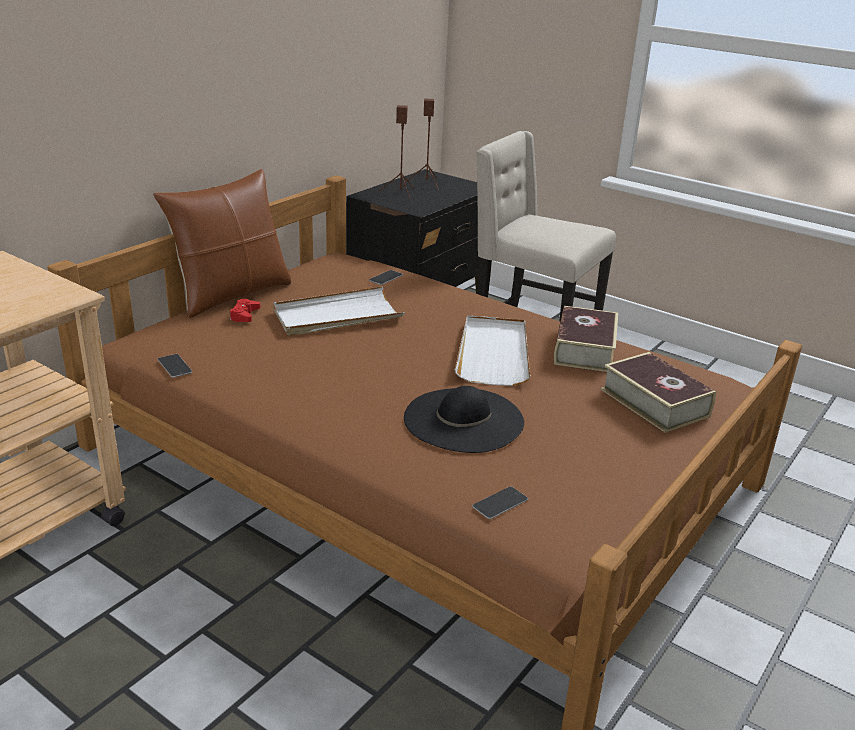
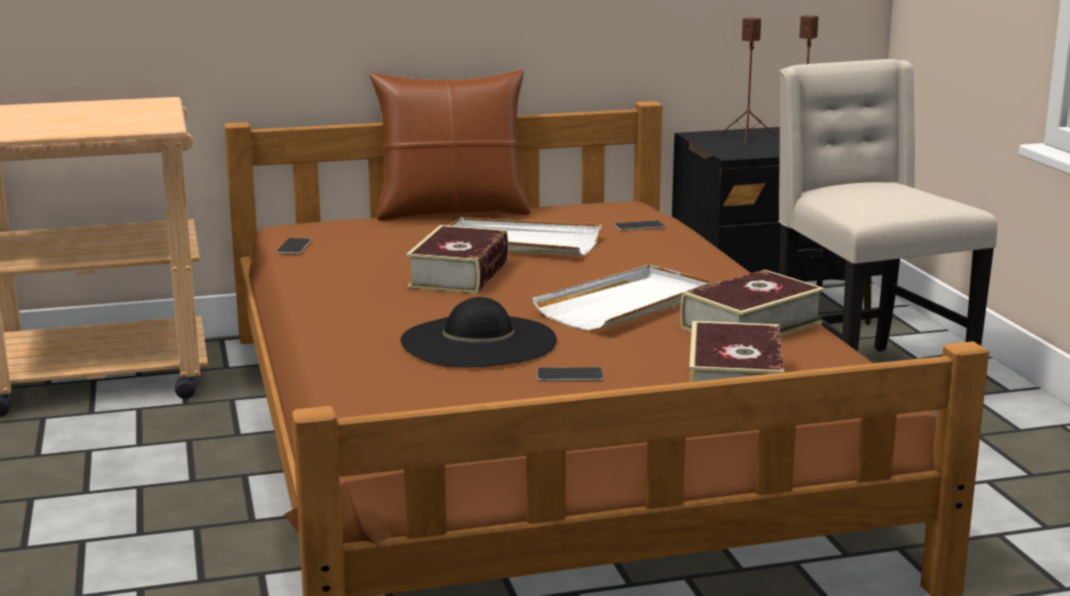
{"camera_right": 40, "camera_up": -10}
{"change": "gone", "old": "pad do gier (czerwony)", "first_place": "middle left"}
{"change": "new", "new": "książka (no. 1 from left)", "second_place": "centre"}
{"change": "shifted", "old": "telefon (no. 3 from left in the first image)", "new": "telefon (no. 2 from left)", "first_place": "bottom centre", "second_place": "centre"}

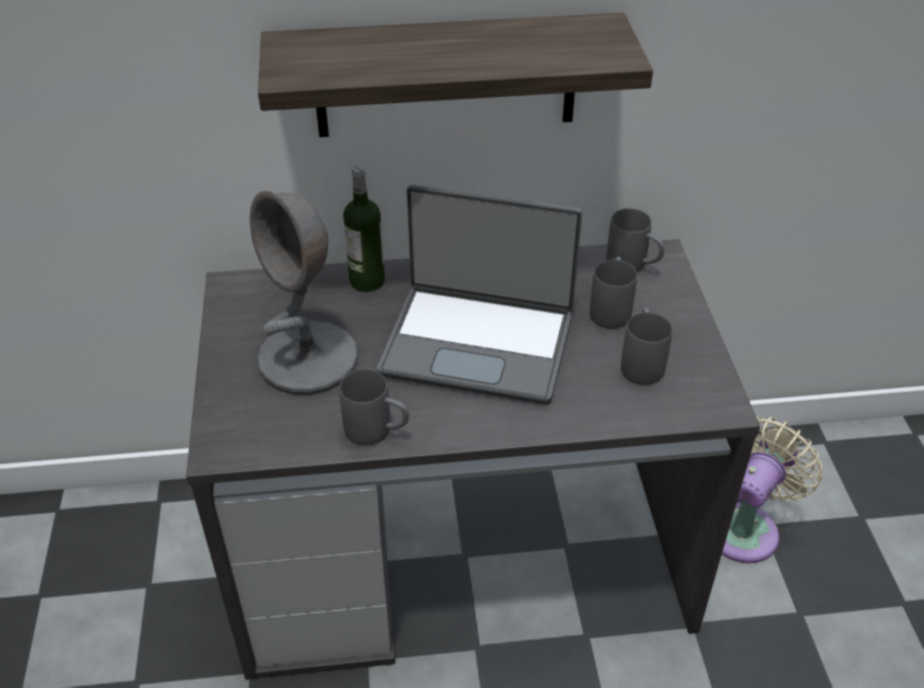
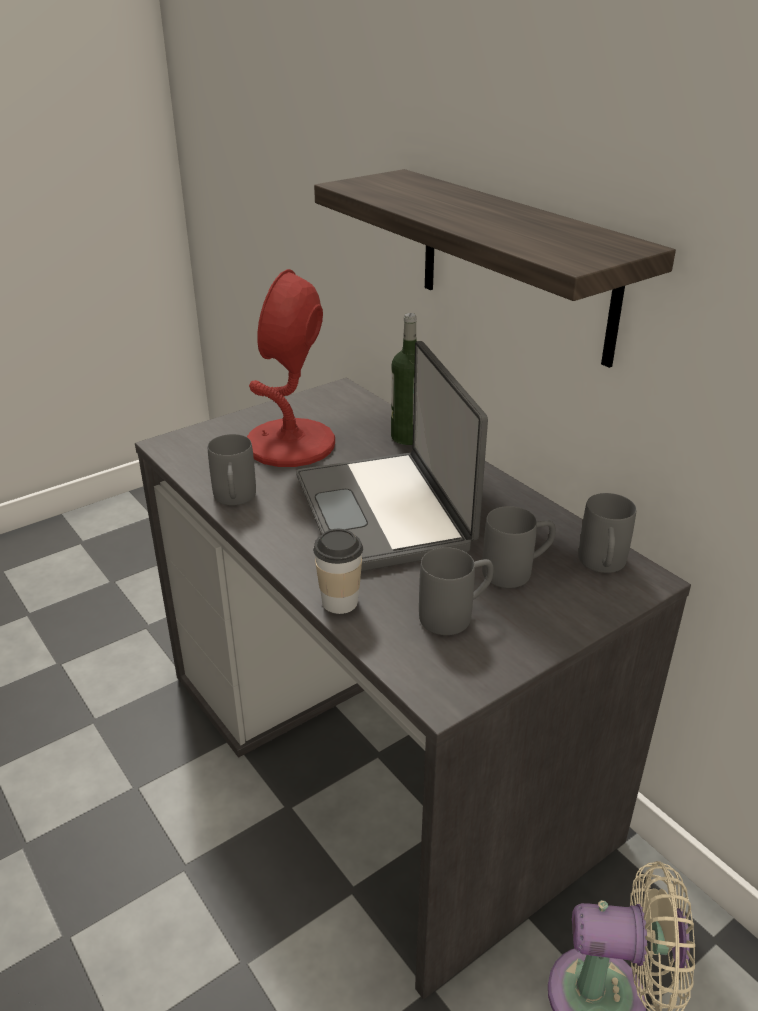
{"camera_right": 60, "camera_up": -10}
{"change": "new", "new": "filiżanka", "second_place": "centre"}
{"change": "repainted", "old": "lampa stołowa (szary)", "new": "lampa stołowa (czerwony)", "first_place": "middle left", "second_place": "centre"}

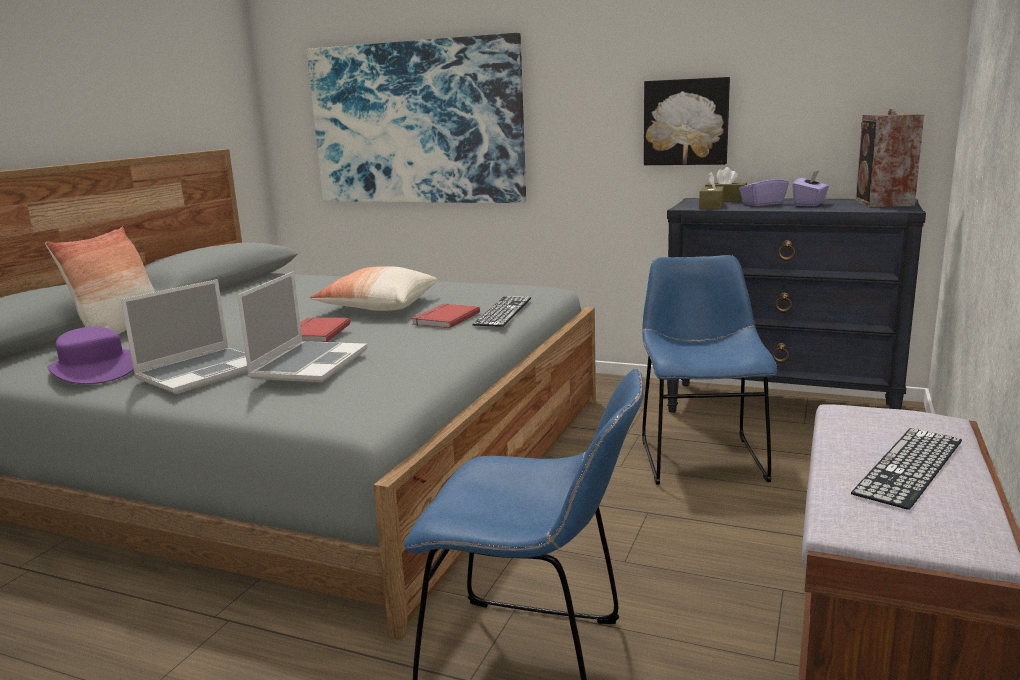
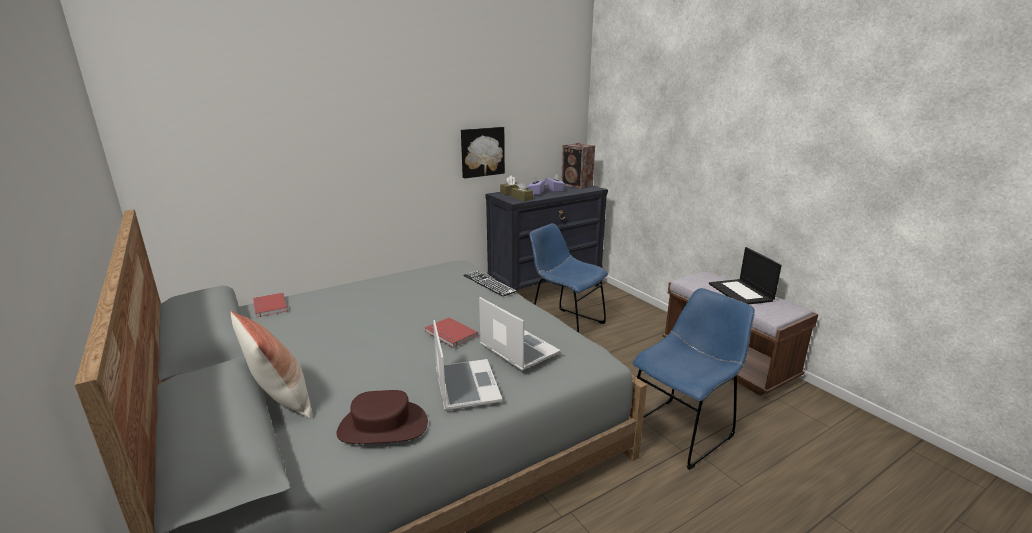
{"camera_right": -55, "camera_up": 5}
{"change": "gone", "old": "obraz (no. 1 from left)", "first_place": "top centre"}
{"change": "gone", "old": "poduszka (no. 2 from left)", "first_place": "centre"}
{"change": "shifted", "old": "książka (czerwony) (no. 2 from left in the first image)", "new": "książka (czerwony) (no. 1 from left)", "first_place": "centre", "second_place": "middle left"}
{"change": "swapped", "old": "klawiatura (no. 2 from left)", "new": "laptop (no. 3 from left)", "first_place": "bottom right", "second_place": "middle right"}
{"change": "repainted", "old": "kapelusz (fioletowy)", "new": "kapelusz (brązowy)", "first_place": "middle left", "second_place": "bottom centre"}

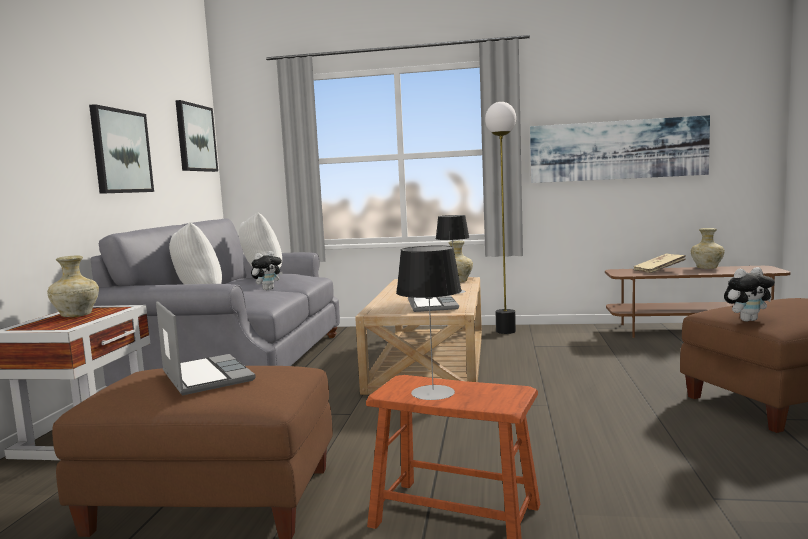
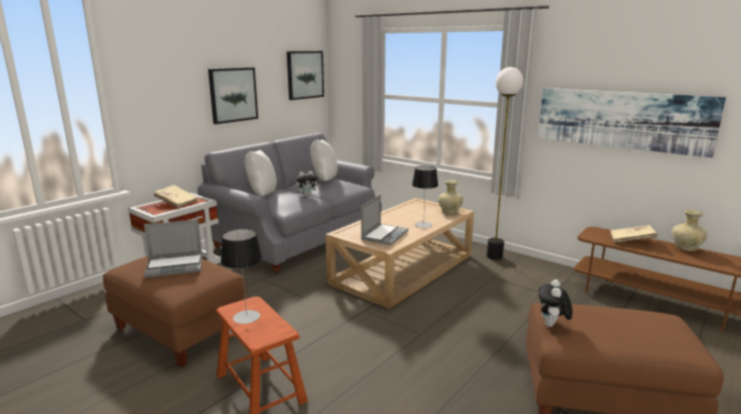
{"camera_right": 30, "camera_up": 10}
{"change": "swapped", "old": "wazon (beżowy) (no. 1 from left)", "new": "książka (beżowy) (no. 1 from left)", "first_place": "middle left", "second_place": "middle left"}
{"change": "rotated", "old": "laptop (no. 1 from left)", "first_place": "middle left", "second_place": "middle left", "degrees": 75}
{"change": "rotated", "old": "pluszak (no. 2 from left)", "first_place": "middle right", "second_place": "bottom right", "degrees": 90}

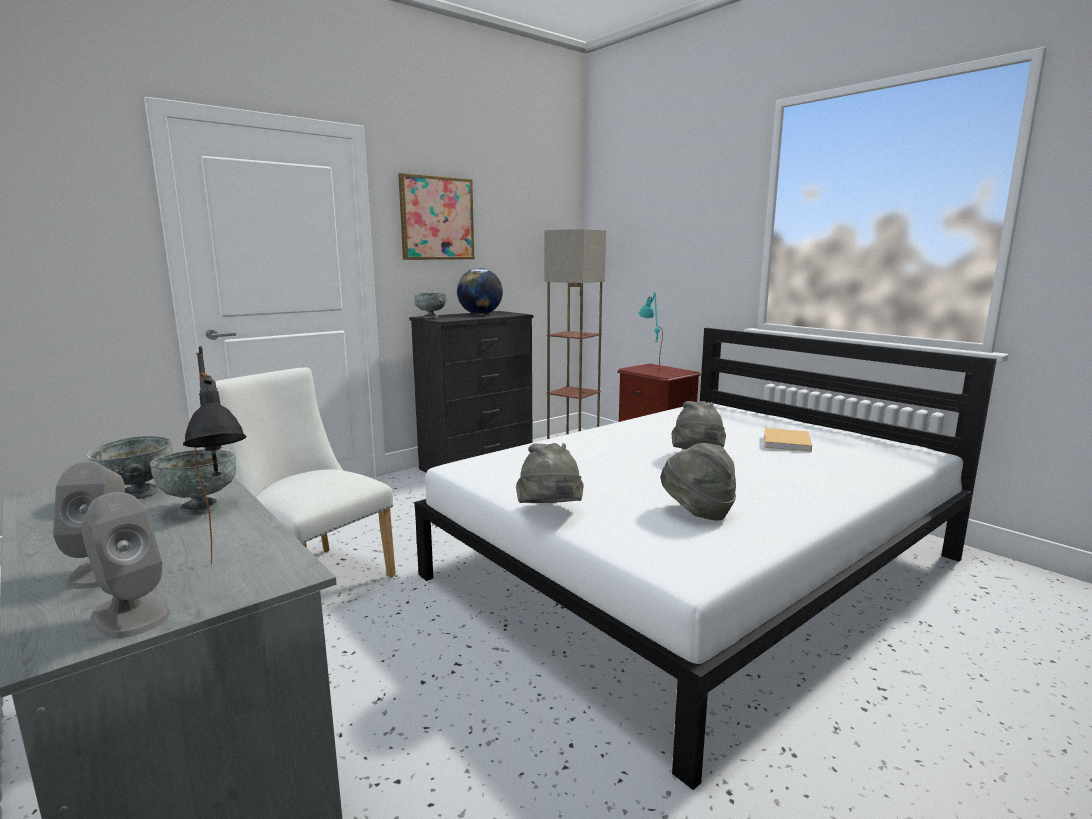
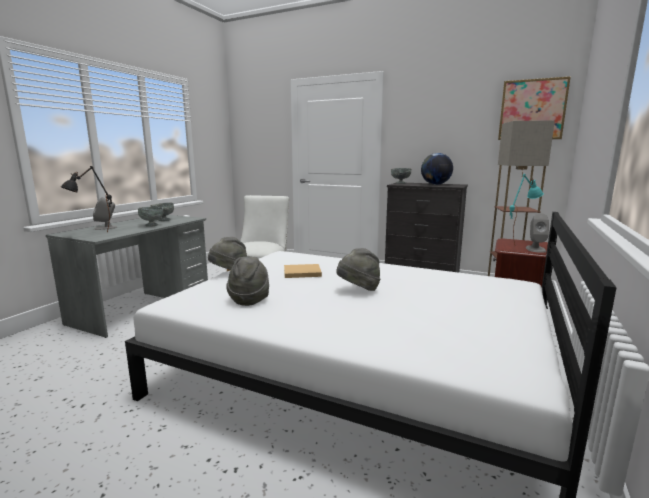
{"camera_right": 65, "camera_up": 0}
{"change": "shifted", "old": "głośnik (szary) (no. 2 from left)", "first_place": "bottom left", "second_place": "middle right"}
{"change": "shifted", "old": "obraz", "first_place": "top centre", "second_place": "top right"}
{"change": "shifted", "old": "książka (beżowy)", "first_place": "middle right", "second_place": "centre"}

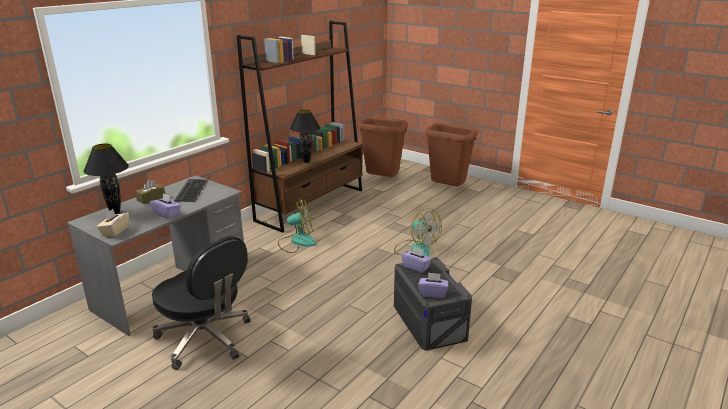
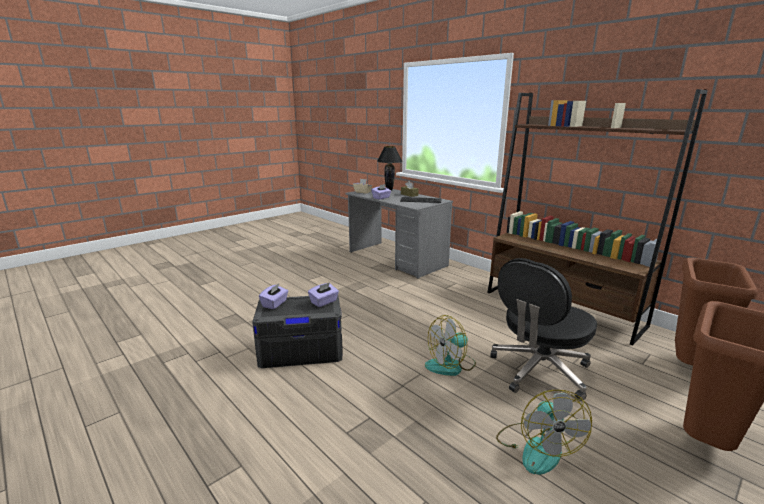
{"camera_right": 100, "camera_up": -5}
{"change": "gone", "old": "lampa stołowa (czarny) (no. 2 from left)", "first_place": "top centre"}
{"change": "shifted", "old": "krzesło biurowe (czarny)", "first_place": "bottom left", "second_place": "middle right"}
{"change": "shifted", "old": "wentylator (no. 1 from left in the first image)", "new": "wentylator (no. 2 from left)", "first_place": "centre", "second_place": "bottom right"}

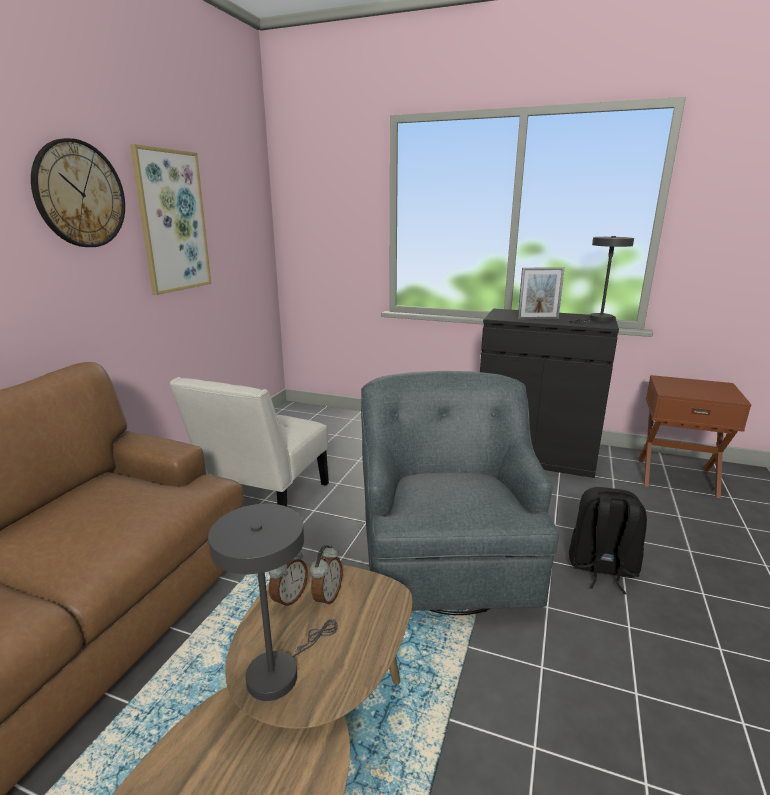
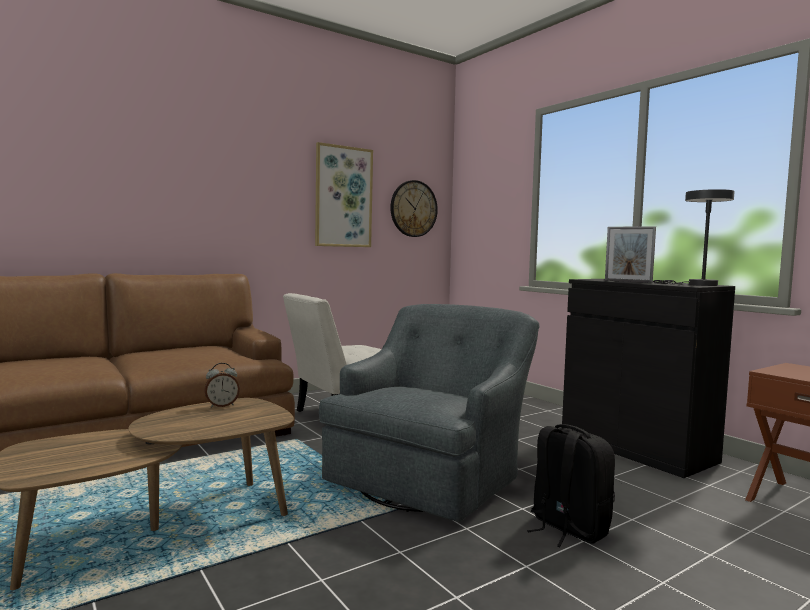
{"camera_right": 35, "camera_up": -15}
{"change": "gone", "old": "lampa stołowa (szary) (no. 1 from left)", "first_place": "bottom centre"}
{"change": "gone", "old": "budzik (no. 2 from left)", "first_place": "bottom centre"}
{"change": "shifted", "old": "zegar ścienny", "first_place": "top left", "second_place": "centre"}

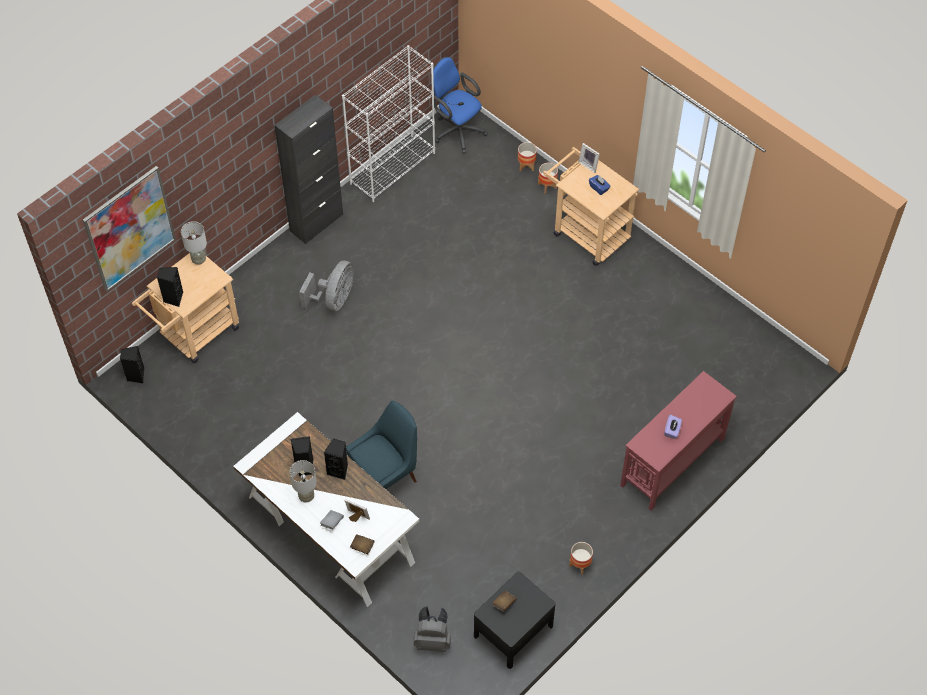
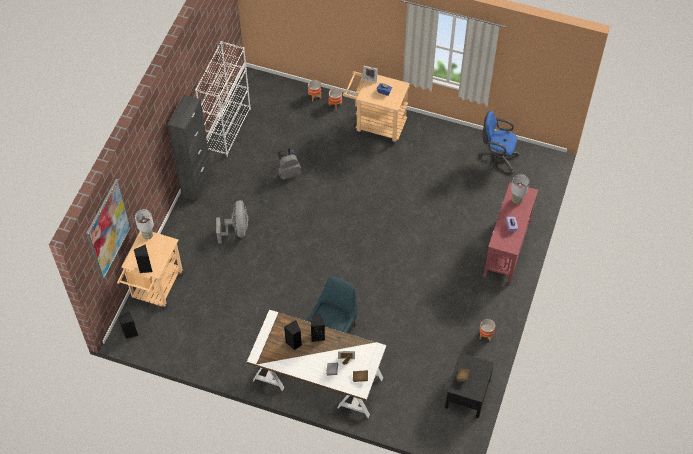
{"camera_right": -25, "camera_up": 0}
{"change": "shifted", "old": "lampa stołowa (szary) (no. 2 from left)", "first_place": "bottom left", "second_place": "middle right"}
{"change": "shifted", "old": "plecak (szary)", "first_place": "bottom centre", "second_place": "centre"}
{"change": "shifted", "old": "krzesło biurowe (niebieski)", "first_place": "top centre", "second_place": "top right"}

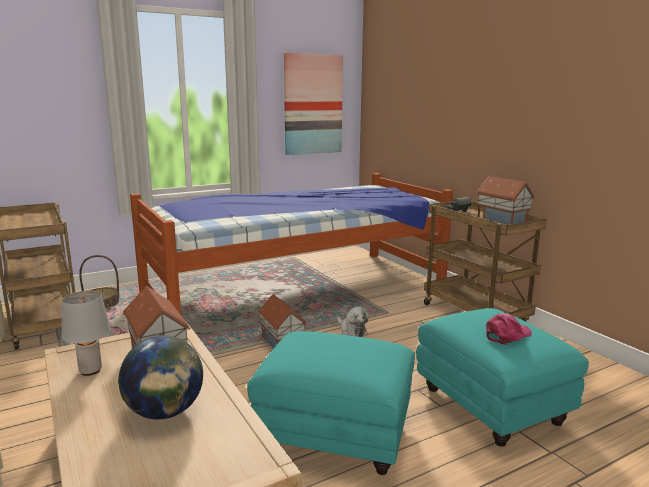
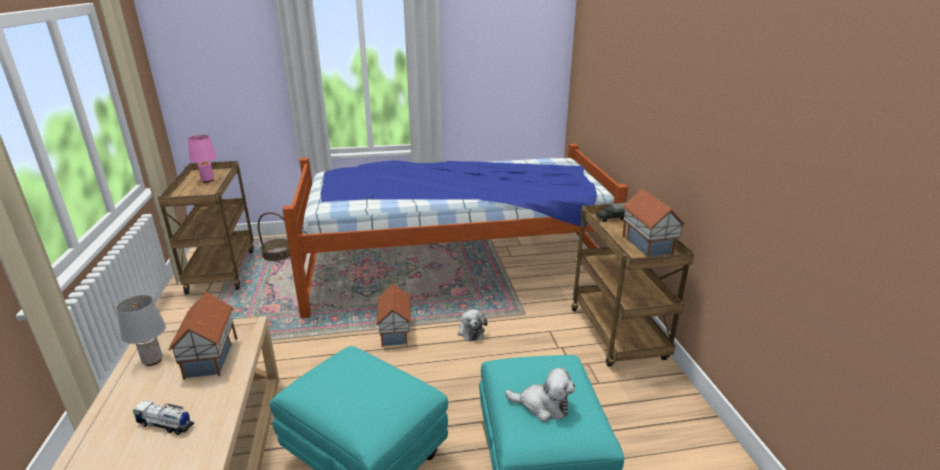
{"camera_right": 20, "camera_up": 10}
{"change": "gone", "old": "obraz", "first_place": "top centre"}
{"change": "new", "new": "lampa stołowa (różowy)", "second_place": "middle left"}
{"change": "swapped", "old": "globus", "new": "ciężarówka zabawkowa (no. 1 from left)", "first_place": "bottom left", "second_place": "bottom left"}
{"change": "swapped", "old": "czapka z daszkiem (różowy)", "new": "pluszak (no. 2 from left)", "first_place": "bottom right", "second_place": "bottom centre"}

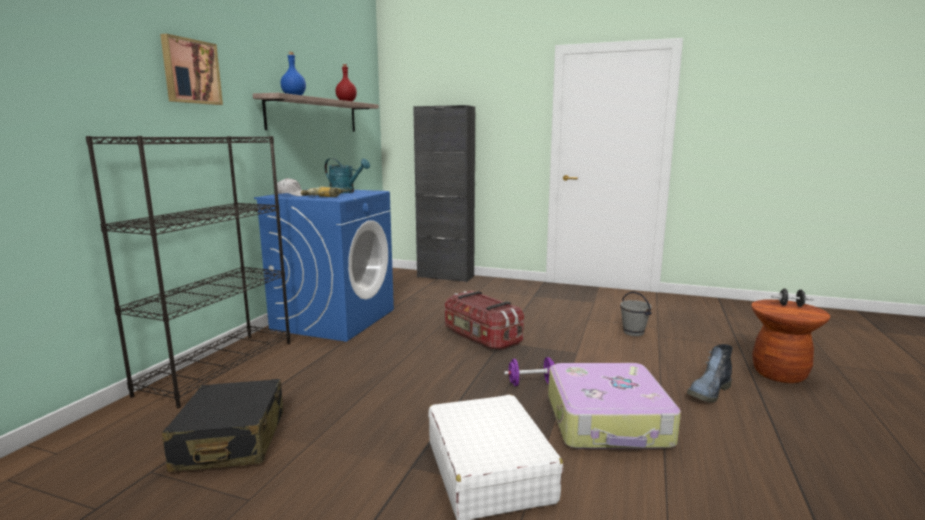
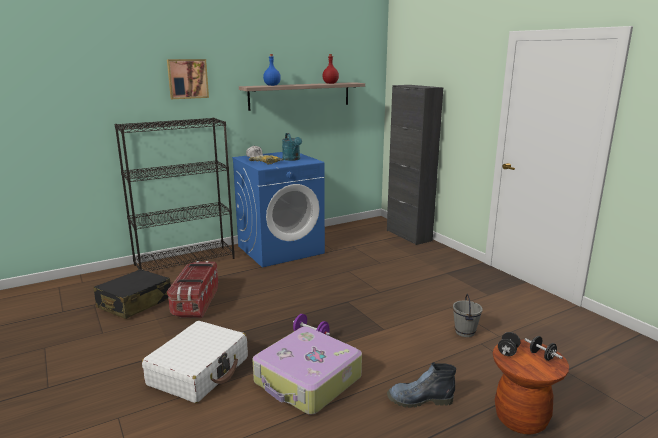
{"camera_right": 40, "camera_up": 5}
{"change": "new", "new": "hantel (czarny) (no. 1 from left)", "second_place": "bottom right"}
{"change": "shifted", "old": "pojemnik do przechowywania", "first_place": "centre", "second_place": "middle left"}

